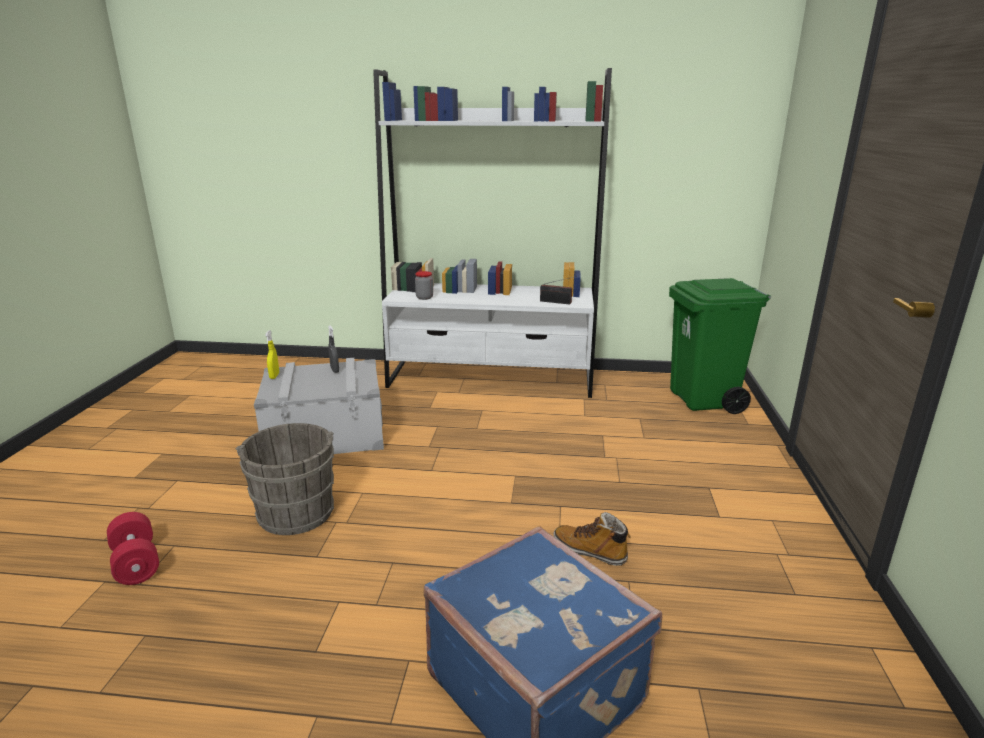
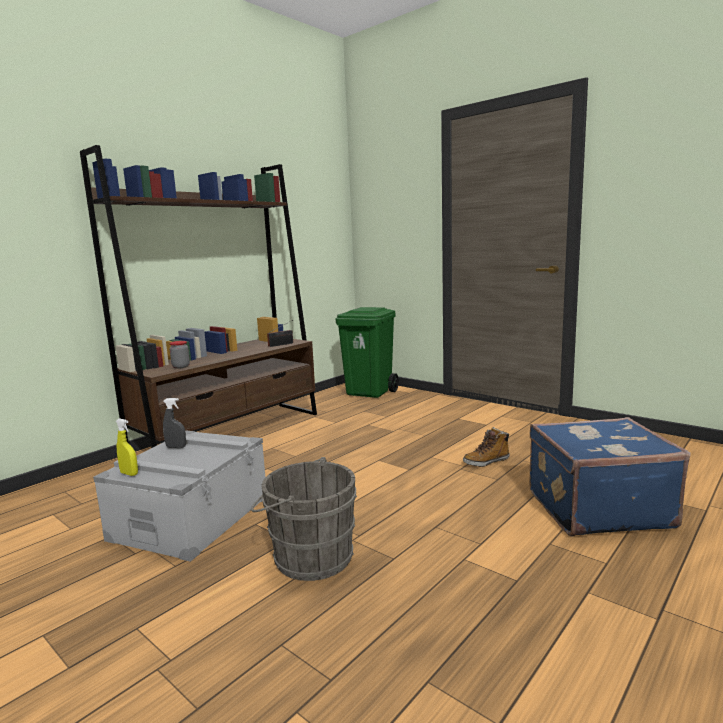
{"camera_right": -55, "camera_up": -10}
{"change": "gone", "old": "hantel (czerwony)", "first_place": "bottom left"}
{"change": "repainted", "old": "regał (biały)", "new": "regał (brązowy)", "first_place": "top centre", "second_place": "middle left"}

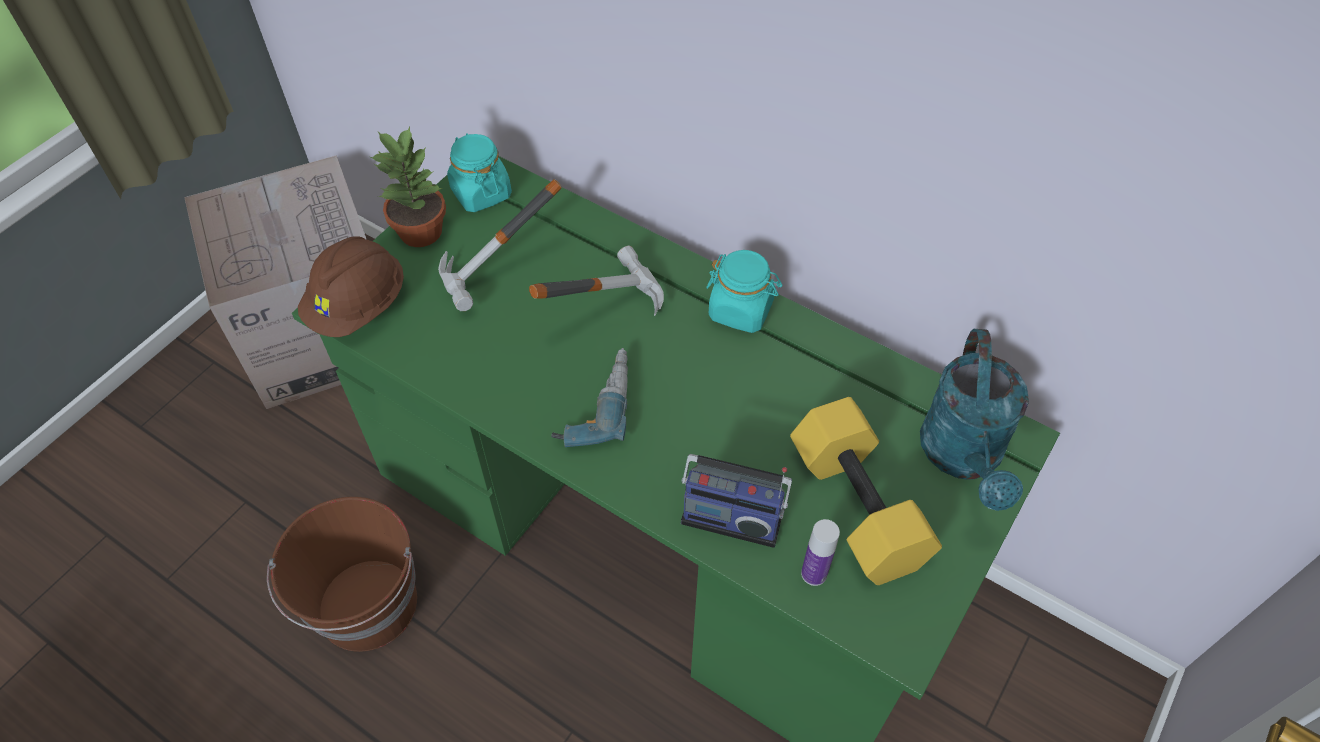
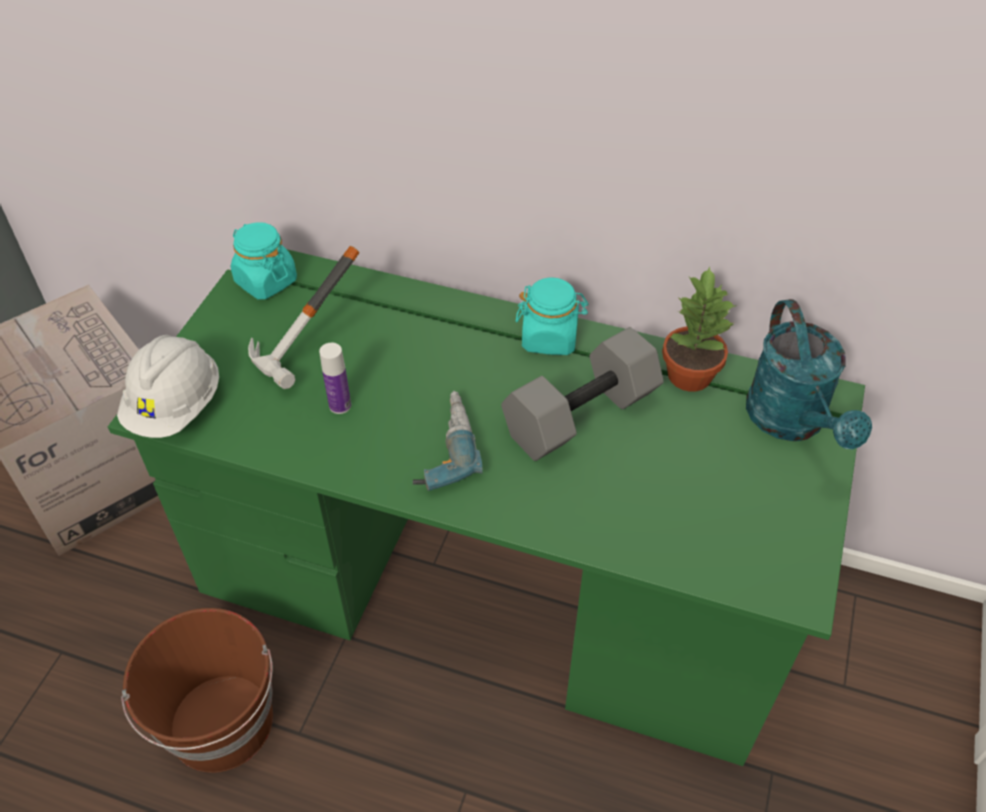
{"camera_right": -15, "camera_up": -5}
{"change": "gone", "old": "młotek (no. 2 from left)", "first_place": "centre"}
{"change": "gone", "old": "radio", "first_place": "bottom centre"}
{"change": "gone", "old": "hantel (żółty)", "first_place": "centre"}
{"change": "new", "new": "hantel (szary)", "second_place": "centre"}
{"change": "shifted", "old": "roślina doniczkowa", "first_place": "top left", "second_place": "middle right"}
{"change": "shifted", "old": "butelka", "first_place": "bottom centre", "second_place": "centre"}
{"change": "repainted", "old": "kask (brązowy)", "new": "kask (biały)", "first_place": "middle left", "second_place": "middle left"}

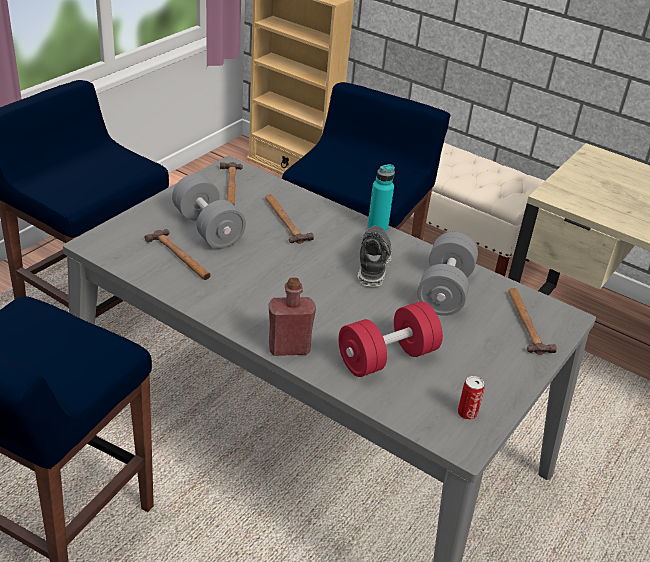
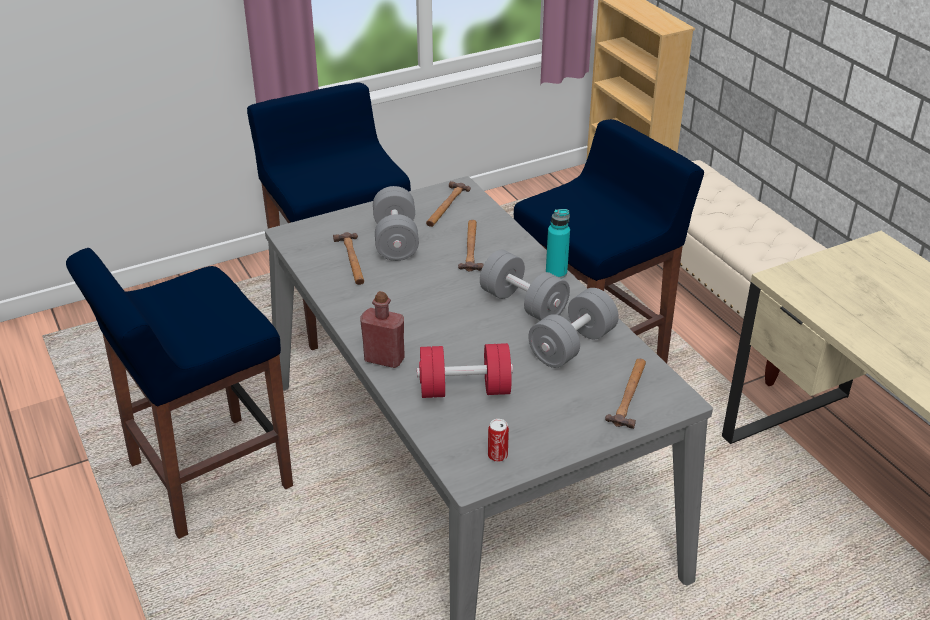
{"camera_right": 30, "camera_up": 0}
{"change": "swapped", "old": "but", "new": "hantel (szary) (no. 2 from left)", "first_place": "centre", "second_place": "centre"}

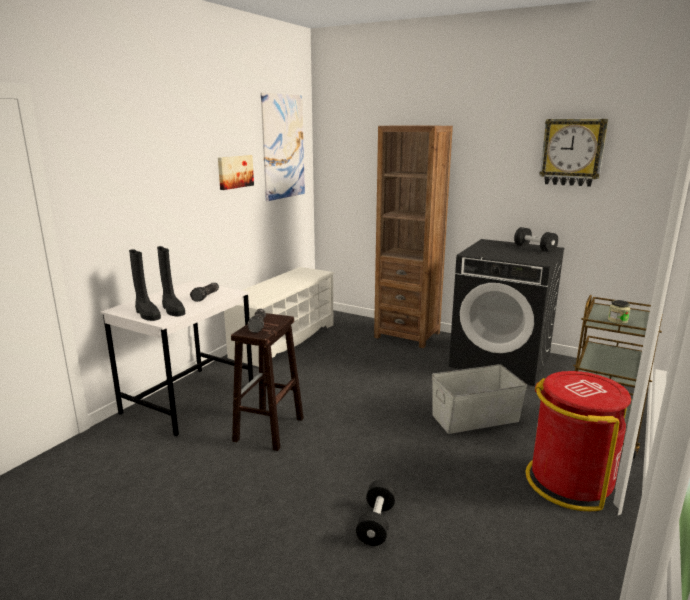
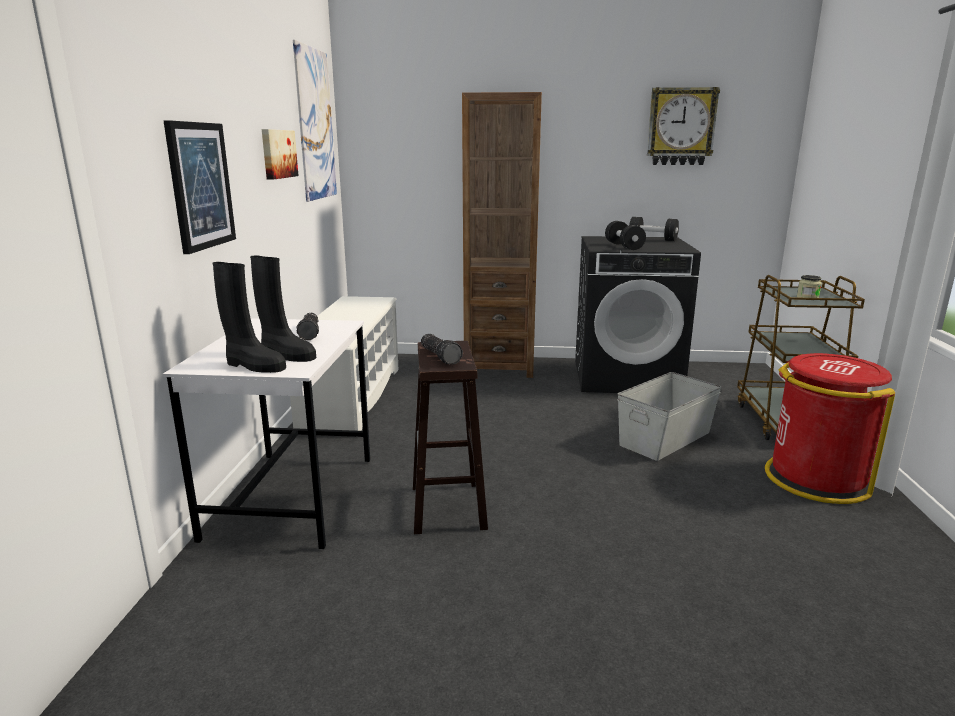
{"camera_right": -25, "camera_up": 0}
{"change": "new", "new": "obraz (no. 1 from left)", "second_place": "top left"}
{"change": "shifted", "old": "hantel (czarny) (no. 1 from left)", "first_place": "bottom centre", "second_place": "top centre"}

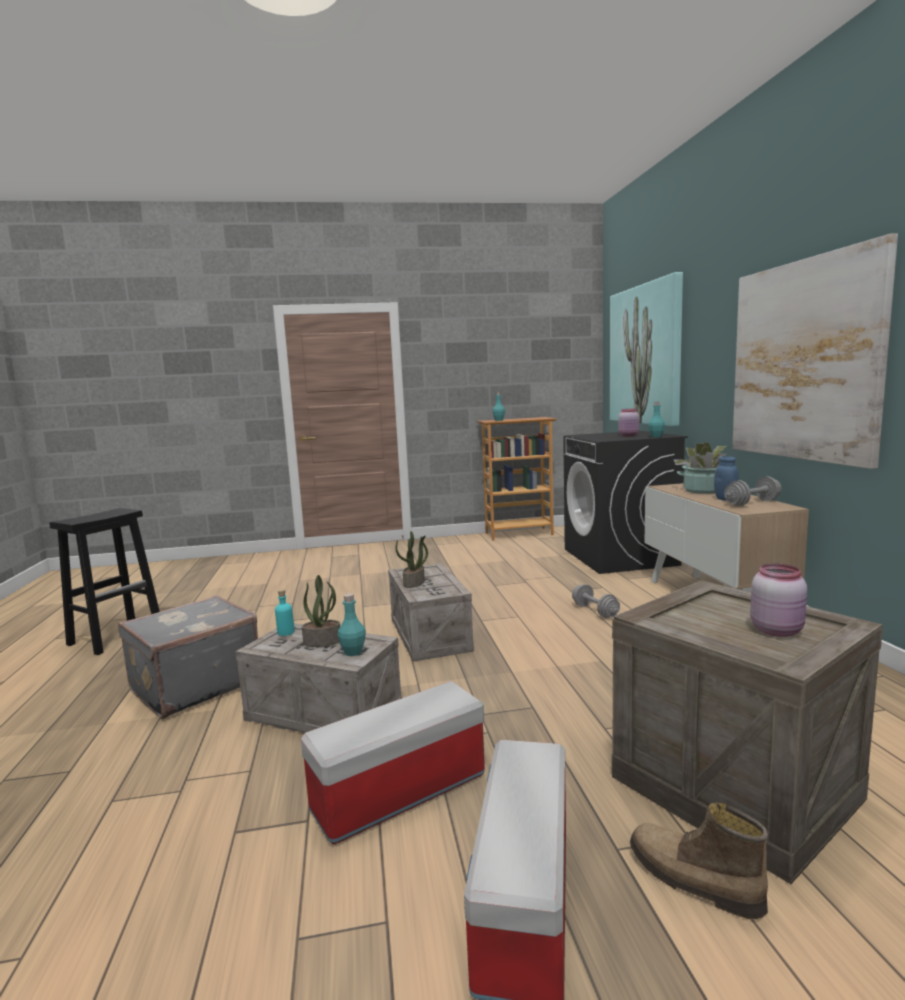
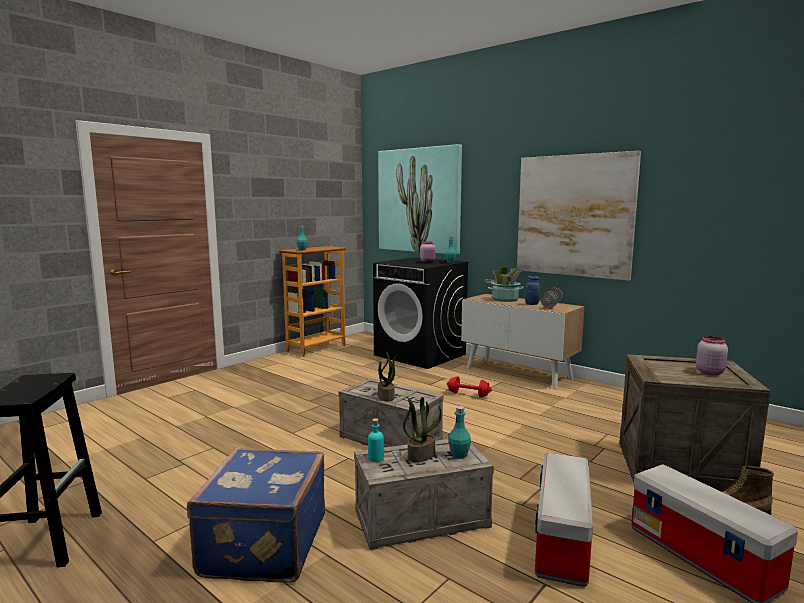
{"camera_right": -40, "camera_up": 0}
{"change": "repainted", "old": "walizka (szary)", "new": "walizka (niebieski)", "first_place": "middle left", "second_place": "bottom left"}
{"change": "repainted", "old": "hantel (szary) (no. 1 from left)", "new": "hantel (czerwony)", "first_place": "centre", "second_place": "centre"}

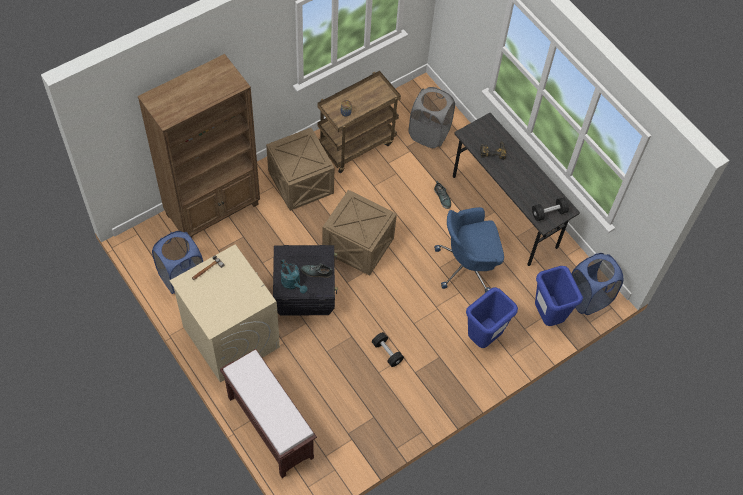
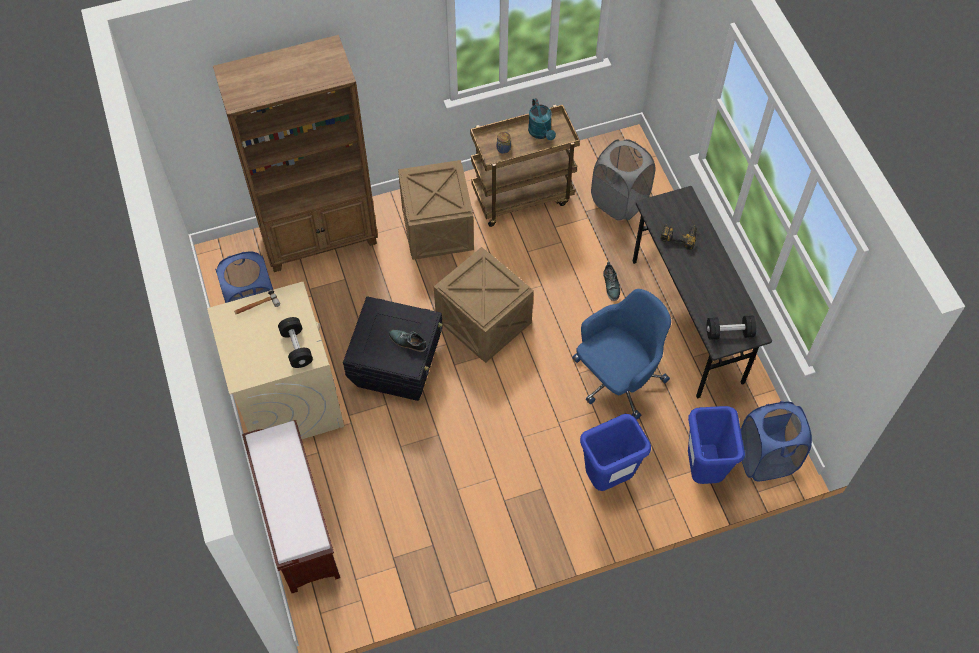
{"camera_right": 20, "camera_up": 0}
{"change": "shifted", "old": "konewka (turkusowy)", "first_place": "centre", "second_place": "top centre"}
{"change": "shifted", "old": "hantel (czarny) (no. 1 from left)", "first_place": "bottom centre", "second_place": "middle left"}
{"change": "rotated", "old": "krzesło biurowe (niebieski)", "first_place": "centre", "second_place": "centre", "degrees": 135}

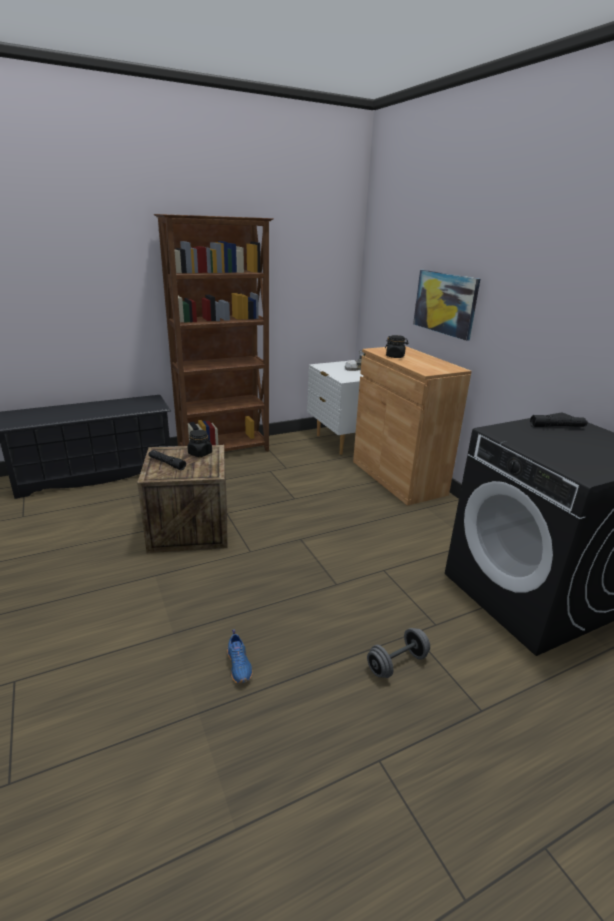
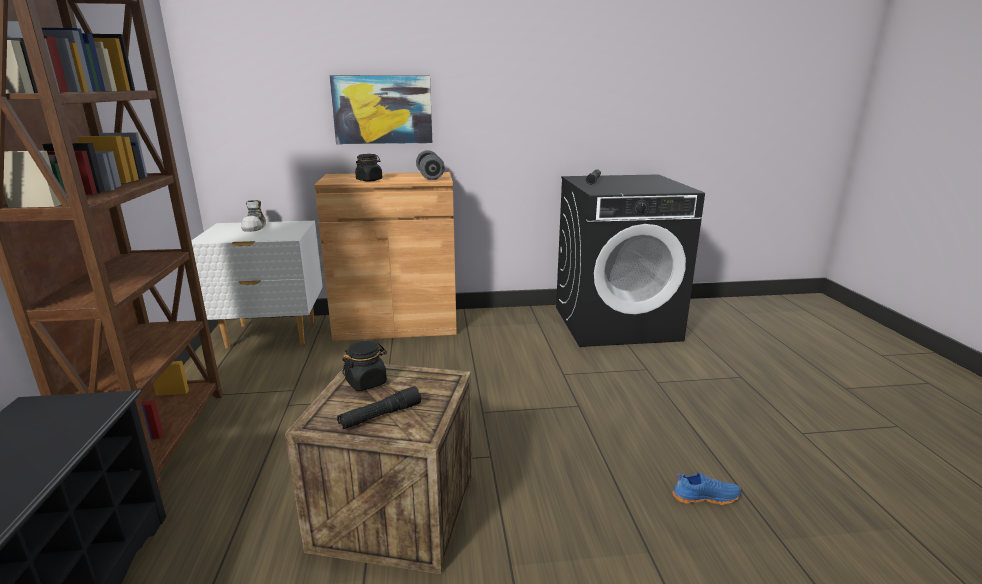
{"camera_right": -70, "camera_up": -5}
{"change": "shifted", "old": "hantel (szary)", "first_place": "bottom centre", "second_place": "top centre"}

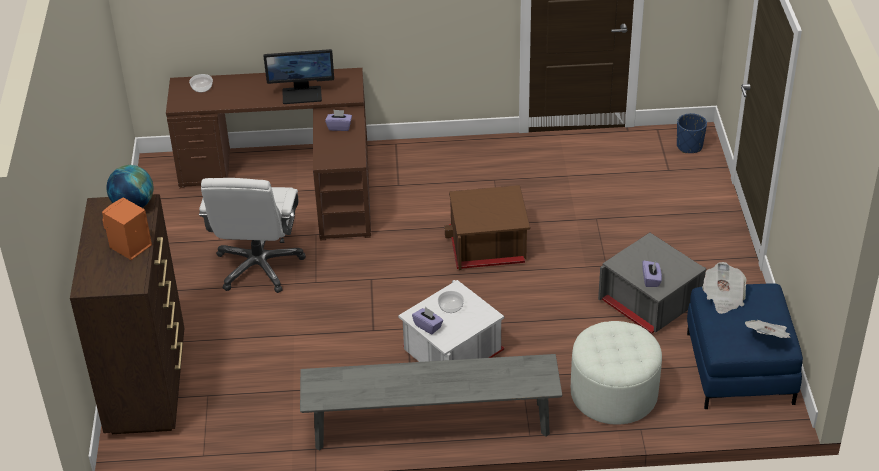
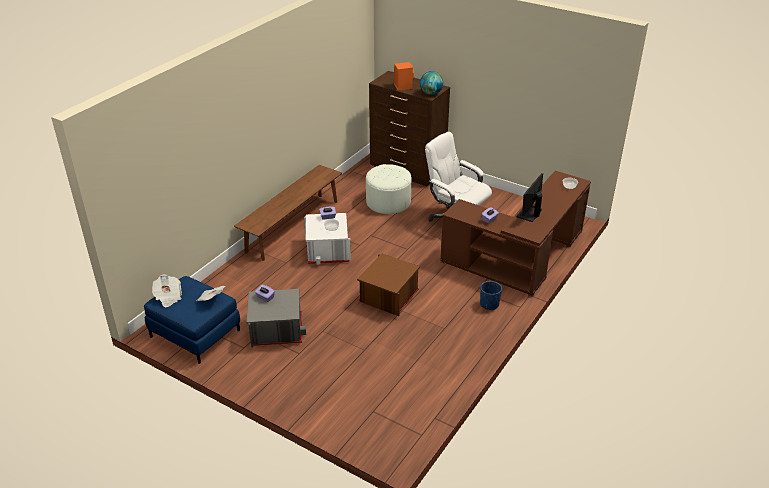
{"camera_right": 125, "camera_up": -5}
{"change": "shifted", "old": "pufa (biały)", "first_place": "bottom right", "second_place": "centre"}
{"change": "shifted", "old": "donica (niebieski)", "first_place": "top right", "second_place": "centre"}
{"change": "repainted", "old": "ławka (szary)", "new": "ławka (brązowy)", "first_place": "bottom centre", "second_place": "centre"}

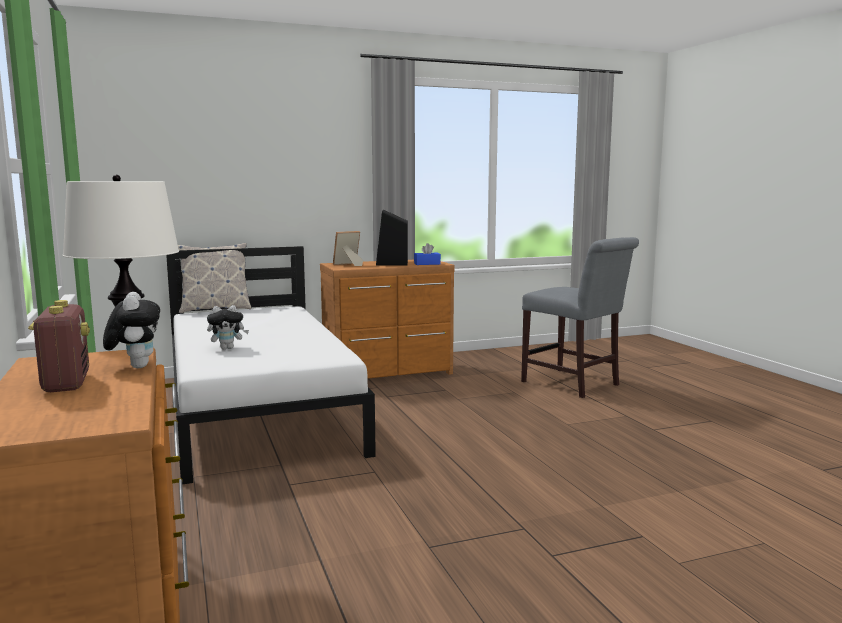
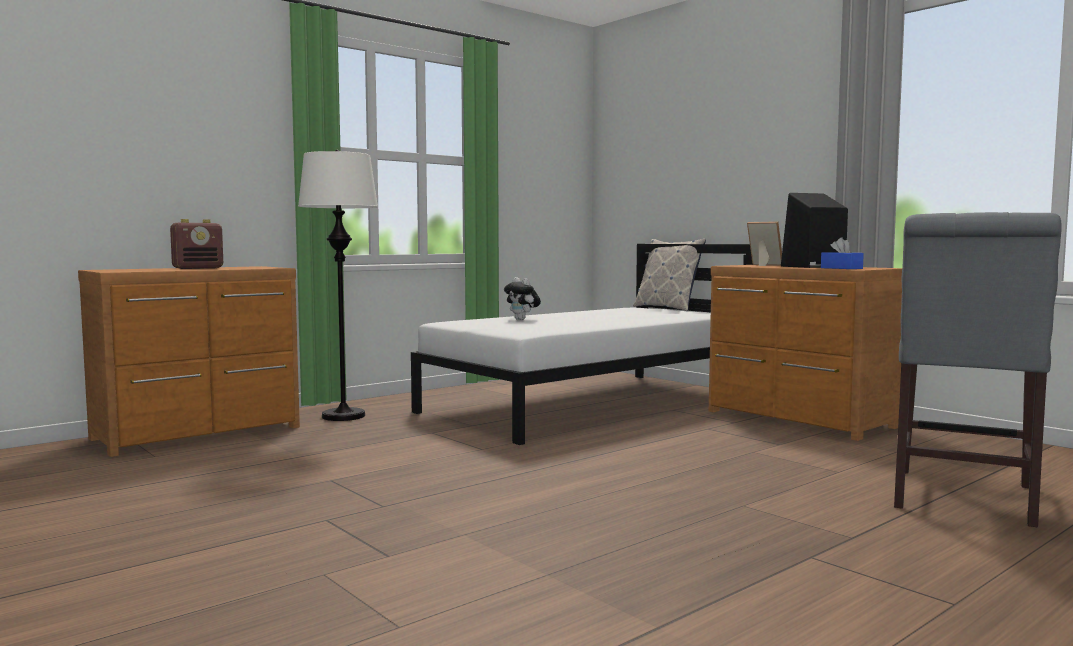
{"camera_right": 70, "camera_up": -5}
{"change": "gone", "old": "pluszak (no. 1 from left)", "first_place": "middle left"}

